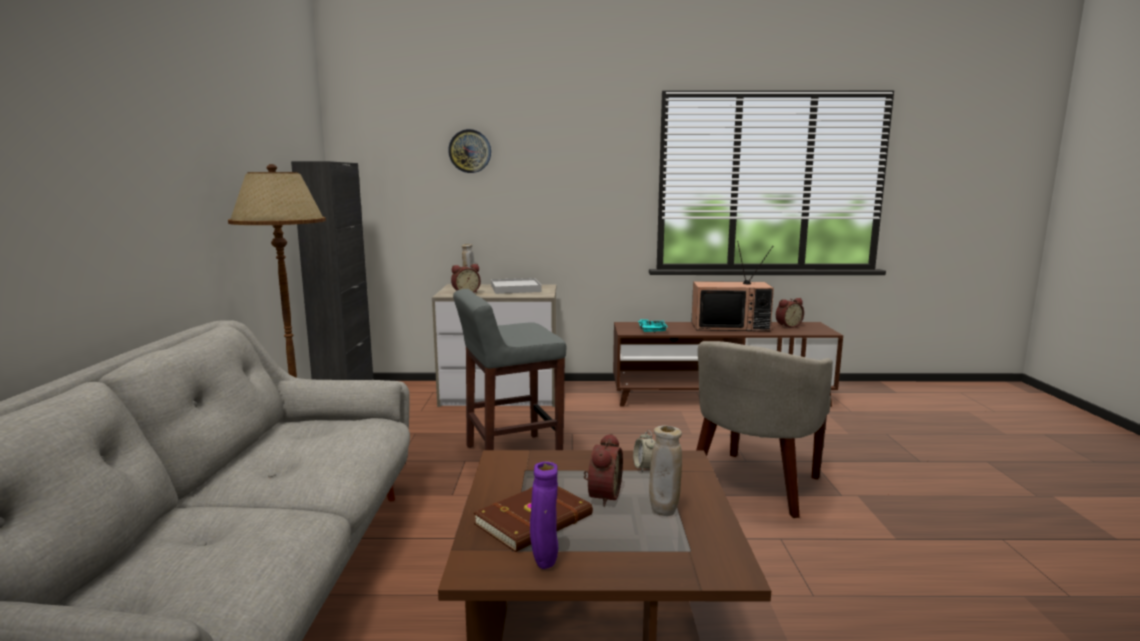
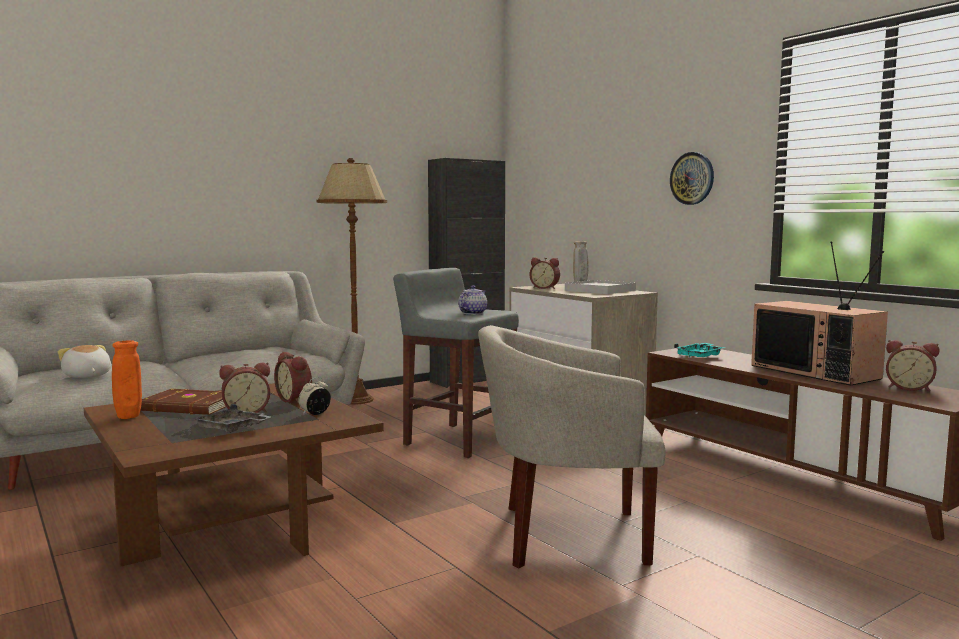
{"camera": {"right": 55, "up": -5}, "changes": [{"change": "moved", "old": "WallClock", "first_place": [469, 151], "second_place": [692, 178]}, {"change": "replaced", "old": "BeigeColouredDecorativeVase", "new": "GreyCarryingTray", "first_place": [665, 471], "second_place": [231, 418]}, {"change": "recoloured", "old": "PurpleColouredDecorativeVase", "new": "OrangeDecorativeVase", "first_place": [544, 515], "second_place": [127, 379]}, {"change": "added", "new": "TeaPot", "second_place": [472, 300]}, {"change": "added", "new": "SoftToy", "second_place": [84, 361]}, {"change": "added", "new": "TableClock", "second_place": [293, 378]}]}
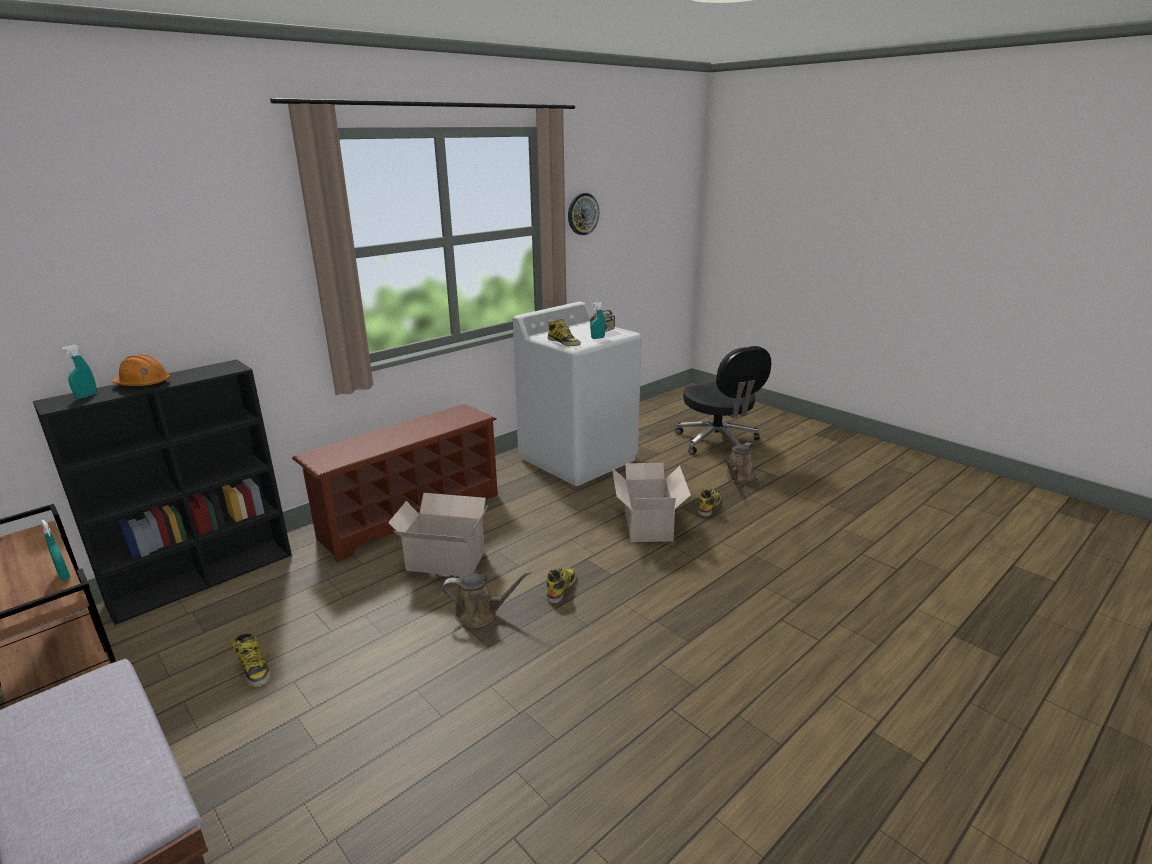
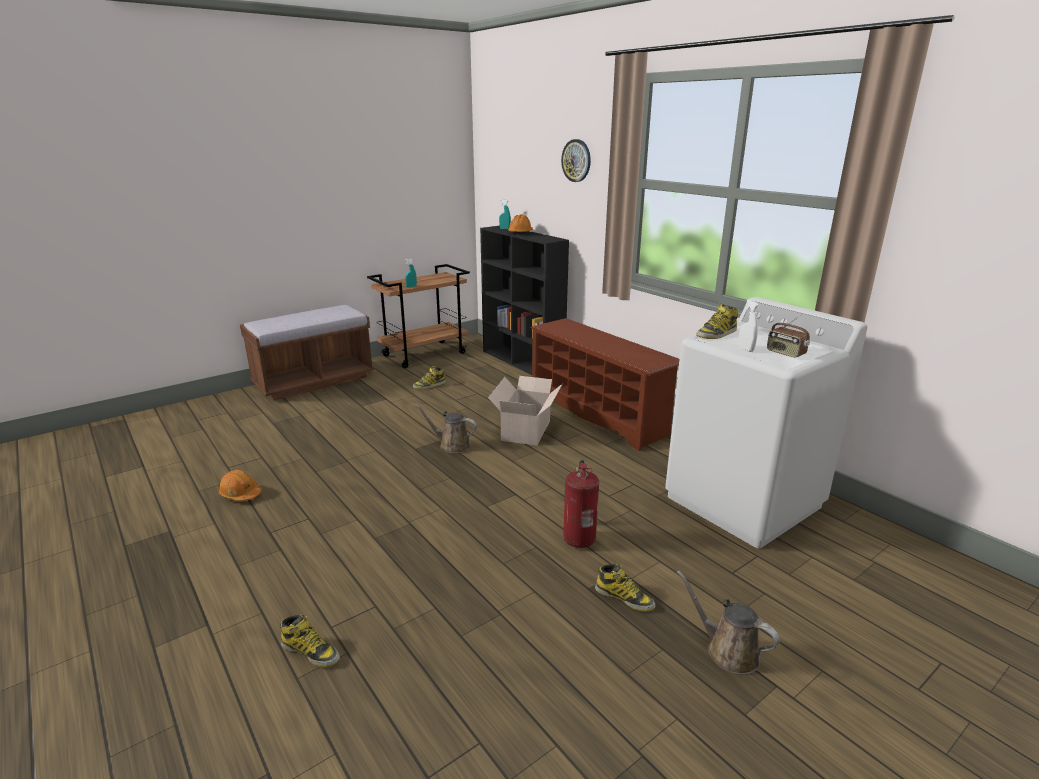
{"camera": {"right": 95, "up": 0}, "changes": [{"change": "moved", "old": "WallClock", "first_place": [583, 214], "second_place": [576, 160]}, {"change": "recoloured", "old": "BlueGreenSprayer", "new": "WhiteSprayer", "first_place": [598, 320], "second_place": [748, 325]}, {"change": "removed", "old": "BlackColouredOfficeChair", "first_place": [723, 400]}, {"change": "replaced", "old": "CardboardBox", "new": "FireFightingCylinder", "first_place": [651, 502], "second_place": [581, 504]}, {"change": "moved", "old": "TallBoot", "first_place": [561, 585], "second_place": [310, 640]}, {"change": "turned", "old": "BrownishWateringPot", "first_place": [487, 599], "second_place": [446, 428], "degrees": 105}, {"change": "added", "new": "OrangeHardHat", "second_place": [239, 485]}]}
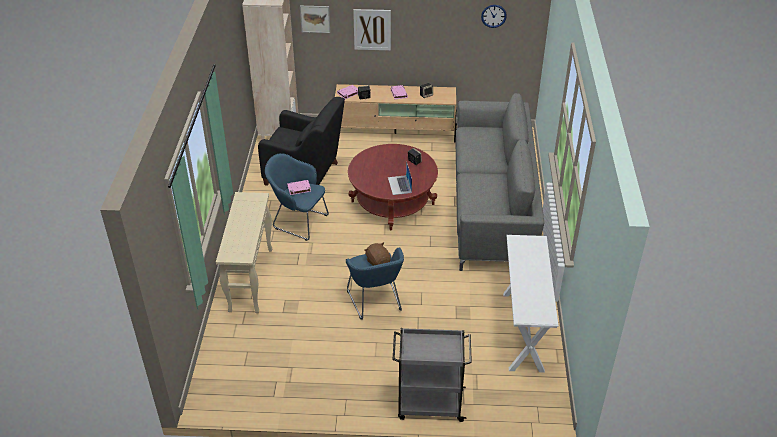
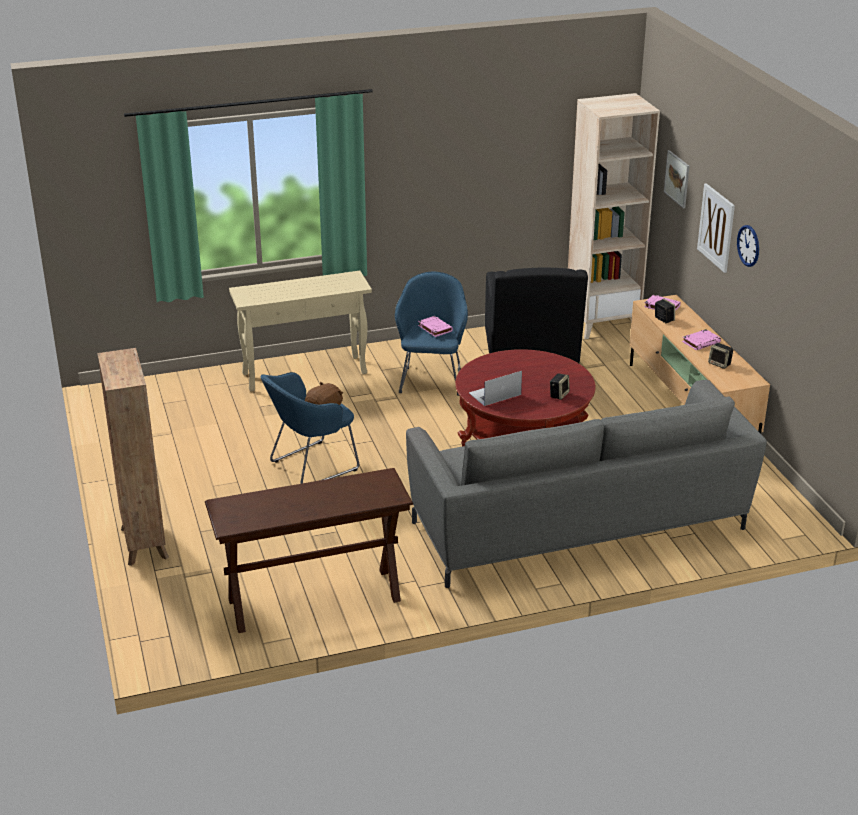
{"camera": {"right": 70, "up": -10}, "changes": [{"change": "moved", "old": "WallClock", "first_place": [494, 16], "second_place": [748, 246]}, {"change": "recoloured", "old": "WhiteNarrowTable", "new": "BrownishNarrowTable", "first_place": [530, 304], "second_place": [309, 550]}, {"change": "replaced", "old": "GreyWheeledCart", "new": "BrownishShelvingUnit", "first_place": [432, 375], "second_place": [133, 457]}]}
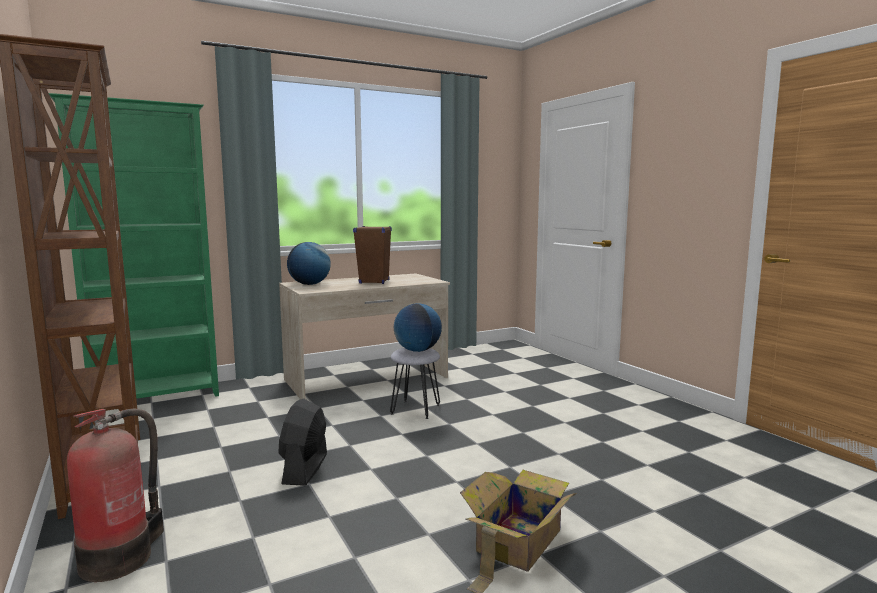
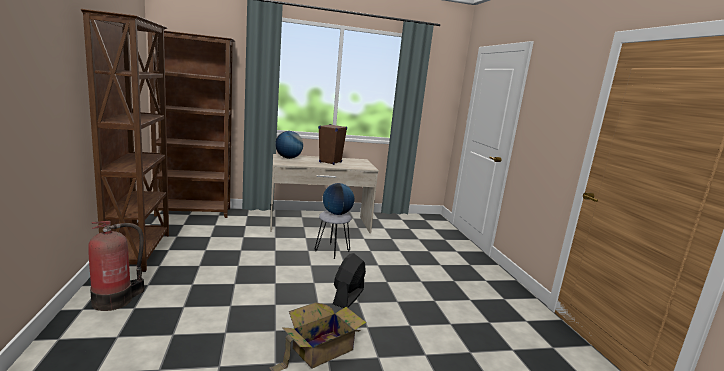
{"camera": {"right": 15, "up": 5}, "changes": [{"change": "recoloured", "old": "GreenShelvingUnit", "new": "BrownishShelvingUnit", "first_place": [134, 246], "second_place": [191, 124]}, {"change": "moved", "old": "BlackColouredFan", "first_place": [303, 442], "second_place": [349, 280]}]}
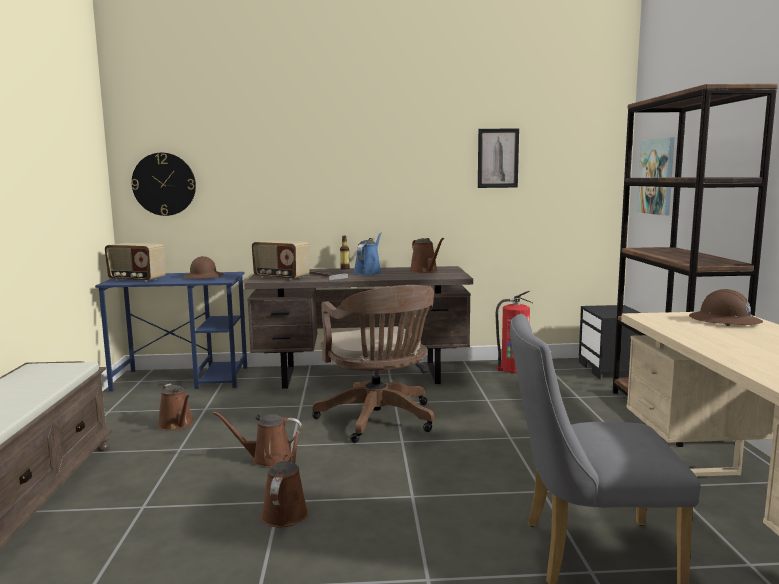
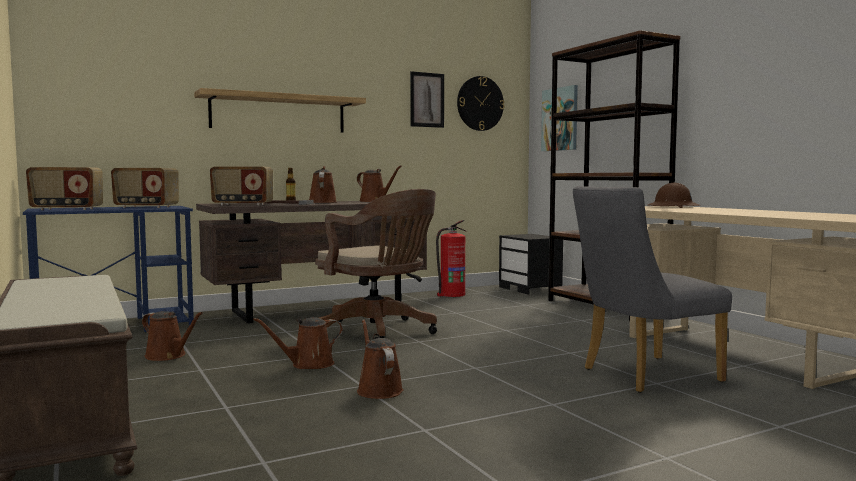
{"camera": {"right": -25, "up": -5}, "changes": [{"change": "moved", "old": "WallClock", "first_place": [163, 184], "second_place": [480, 103]}, {"change": "recoloured", "old": "BlueWateringPot", "new": "BrownishWateringPot", "first_place": [367, 254], "second_place": [323, 184]}, {"change": "replaced", "old": "BrownishHardHat", "new": "RadioReceiver", "first_place": [203, 267], "second_place": [145, 188]}, {"change": "added", "new": "BracketShelf", "second_place": [280, 110]}]}
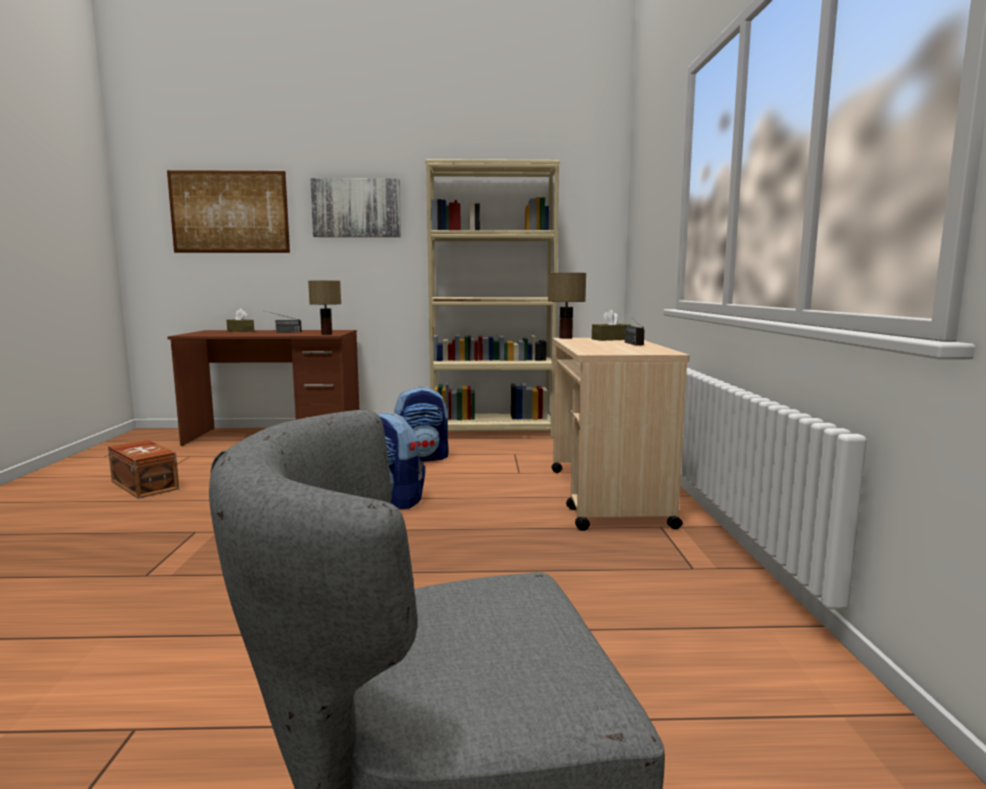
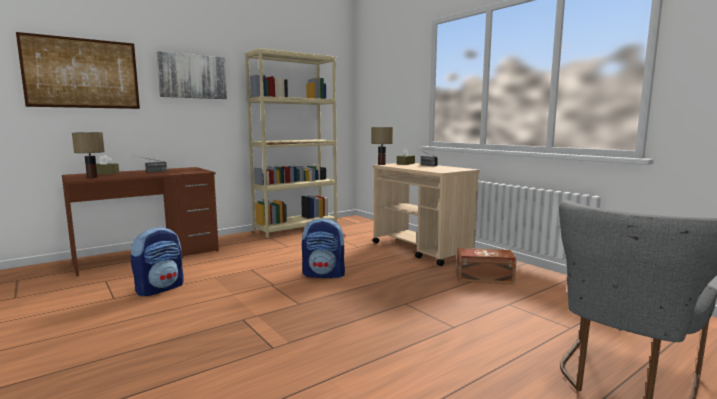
{"camera": {"right": -35, "up": 0}, "changes": [{"change": "moved", "old": "TabletopLamp", "first_place": [324, 308], "second_place": [88, 155]}, {"change": "moved", "old": "Knapsack", "first_place": [421, 424], "second_place": [157, 261]}, {"change": "moved", "old": "BrownishStorageBox", "first_place": [143, 469], "second_place": [486, 266]}]}
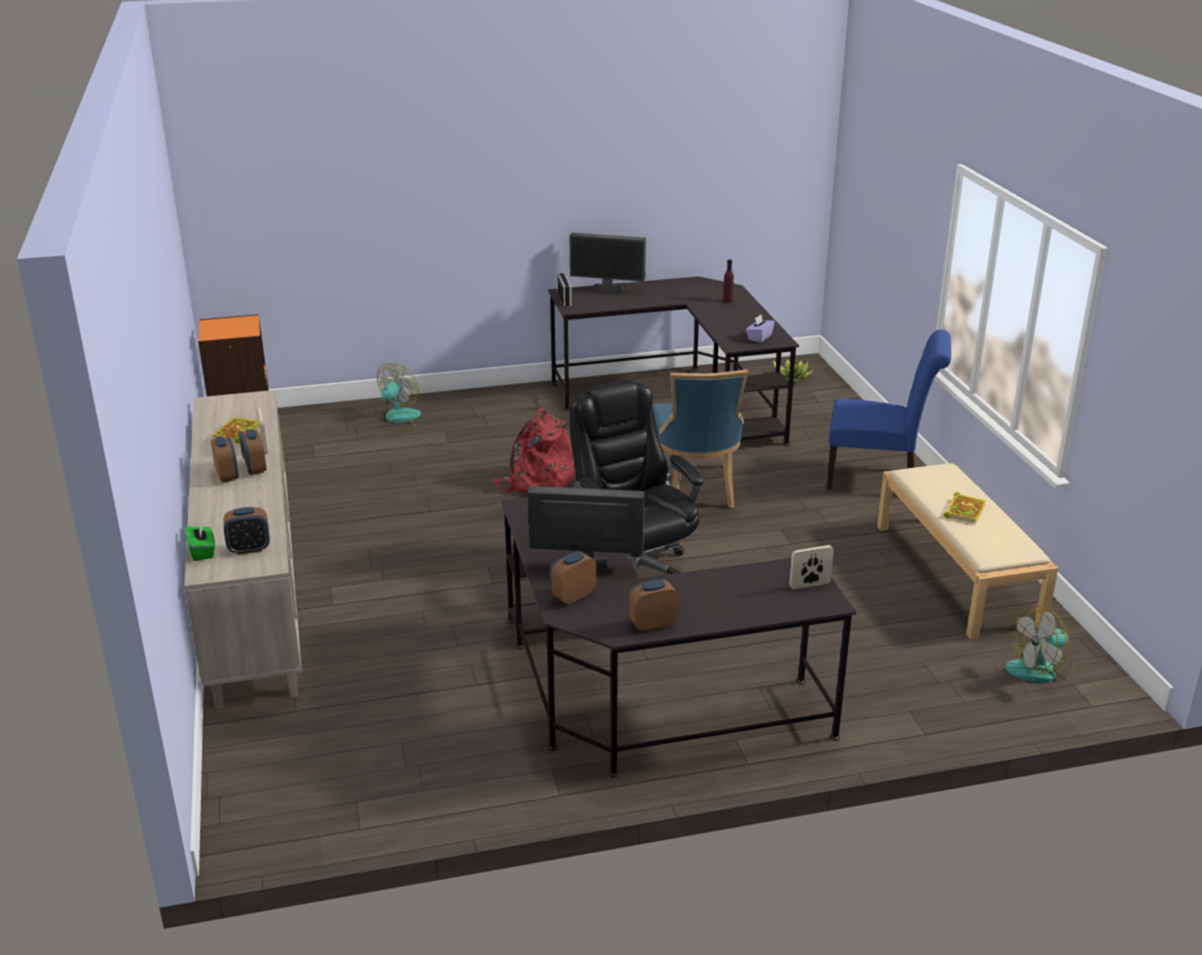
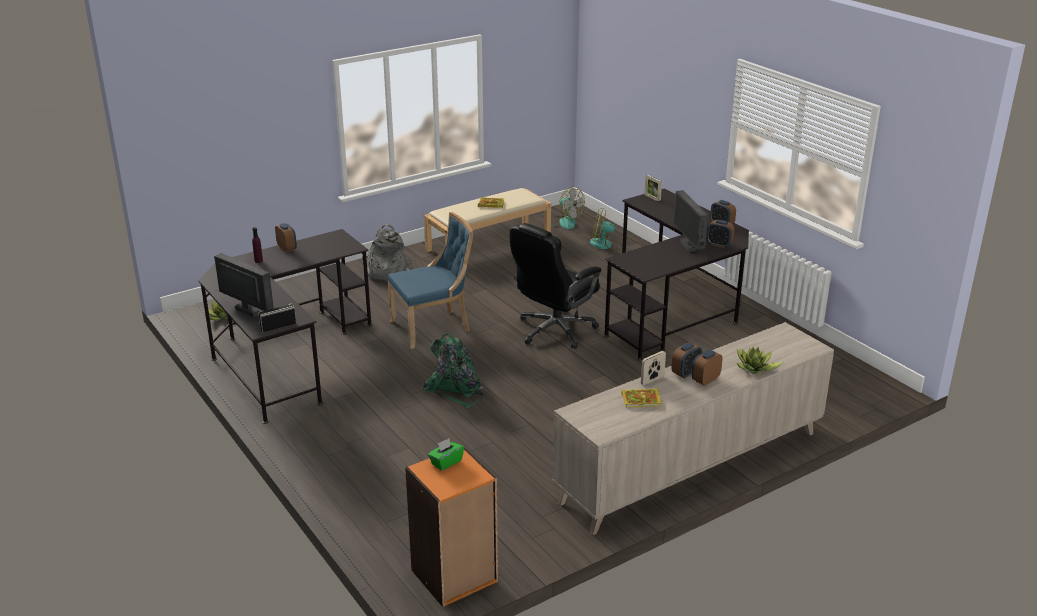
{"camera": {"right": -110, "up": 0}, "changes": [{"change": "turned", "old": "Monitor", "first_place": [607, 263], "second_place": [244, 285], "degrees": -45}, {"change": "removed", "old": "PurpleColouredTissueHolder", "first_place": [760, 328]}, {"change": "replaced", "old": "BluePlainChair", "new": "GreyKnapsack", "first_place": [889, 410], "second_place": [387, 252]}, {"change": "moved", "old": "Fan", "first_place": [398, 397], "second_place": [606, 229]}, {"change": "recoloured", "old": "RedKnapsack", "new": "GreenKnapsack", "first_place": [533, 450], "second_place": [453, 371]}, {"change": "moved", "old": "TableClock", "first_place": [246, 531], "second_place": [286, 237]}, {"change": "moved", "old": "GreenTissueHolder", "first_place": [200, 541], "second_place": [446, 454]}, {"change": "added", "new": "PottedPlant", "second_place": [759, 360]}]}
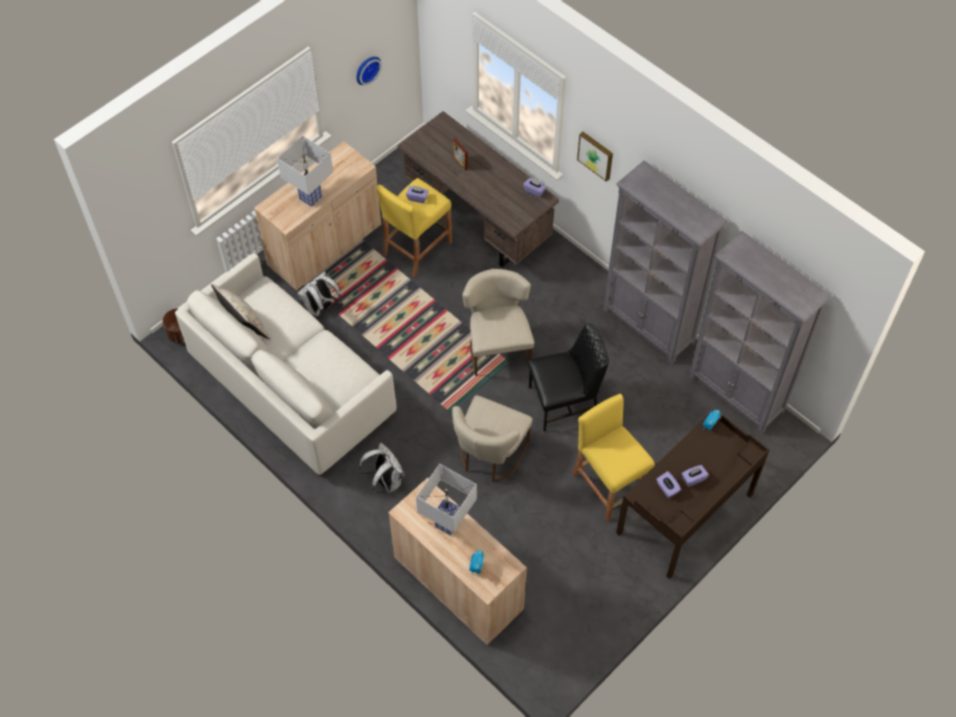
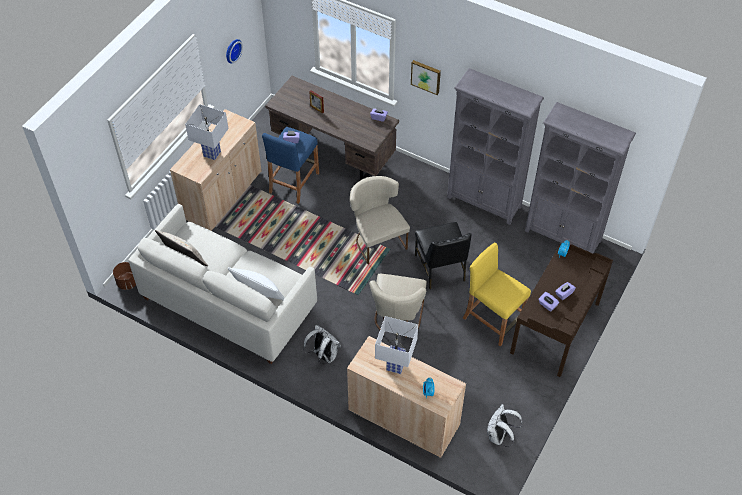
{"camera": {"right": -15, "up": -5}, "changes": [{"change": "recoloured", "old": "YellowishStool", "new": "BlueStool", "first_place": [414, 227], "second_place": [290, 165]}, {"change": "moved", "old": "WhiteKnapsack", "first_place": [319, 294], "second_place": [505, 425]}, {"change": "turned", "old": "BlackColouredPlainChair", "first_place": [568, 377], "second_place": [443, 255], "degrees": 105}, {"change": "added", "new": "WhitePillow", "second_place": [256, 283]}]}
